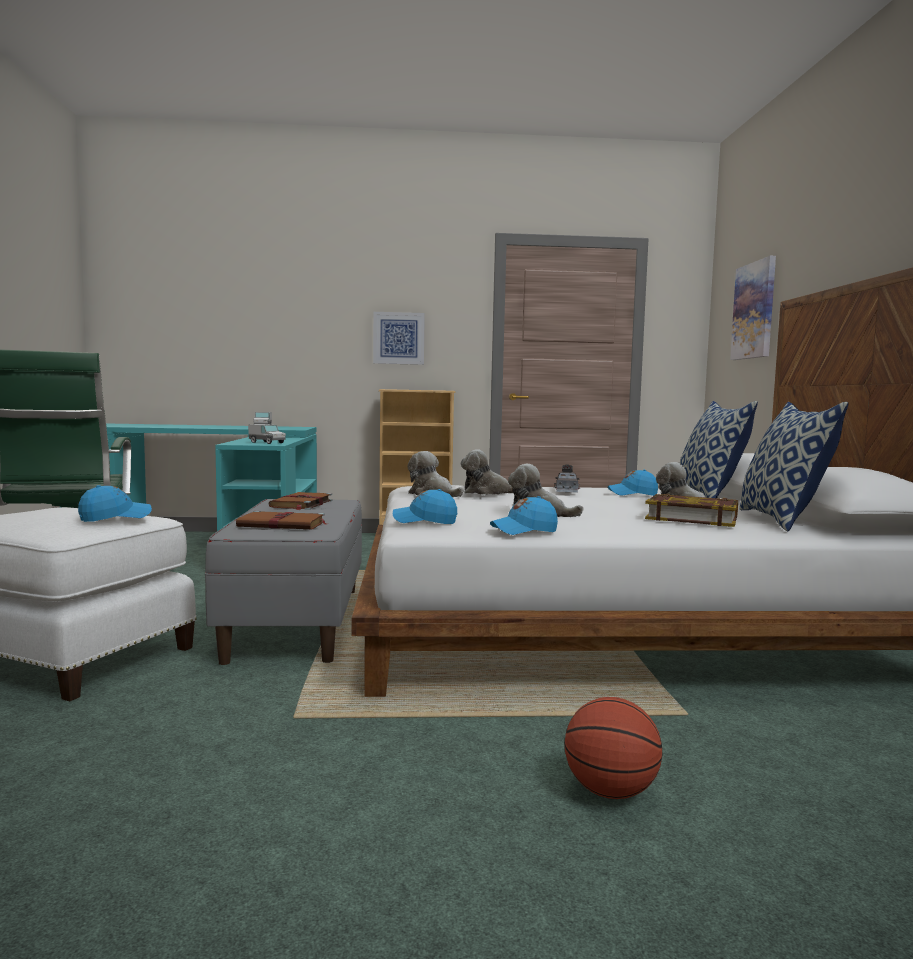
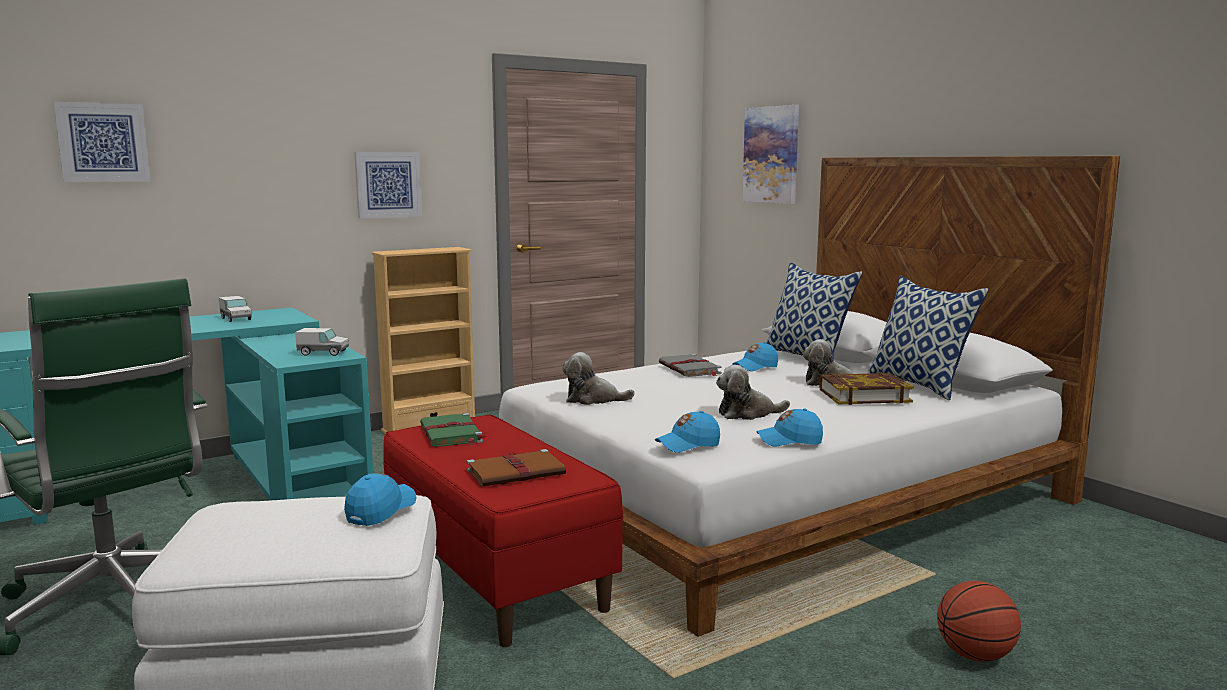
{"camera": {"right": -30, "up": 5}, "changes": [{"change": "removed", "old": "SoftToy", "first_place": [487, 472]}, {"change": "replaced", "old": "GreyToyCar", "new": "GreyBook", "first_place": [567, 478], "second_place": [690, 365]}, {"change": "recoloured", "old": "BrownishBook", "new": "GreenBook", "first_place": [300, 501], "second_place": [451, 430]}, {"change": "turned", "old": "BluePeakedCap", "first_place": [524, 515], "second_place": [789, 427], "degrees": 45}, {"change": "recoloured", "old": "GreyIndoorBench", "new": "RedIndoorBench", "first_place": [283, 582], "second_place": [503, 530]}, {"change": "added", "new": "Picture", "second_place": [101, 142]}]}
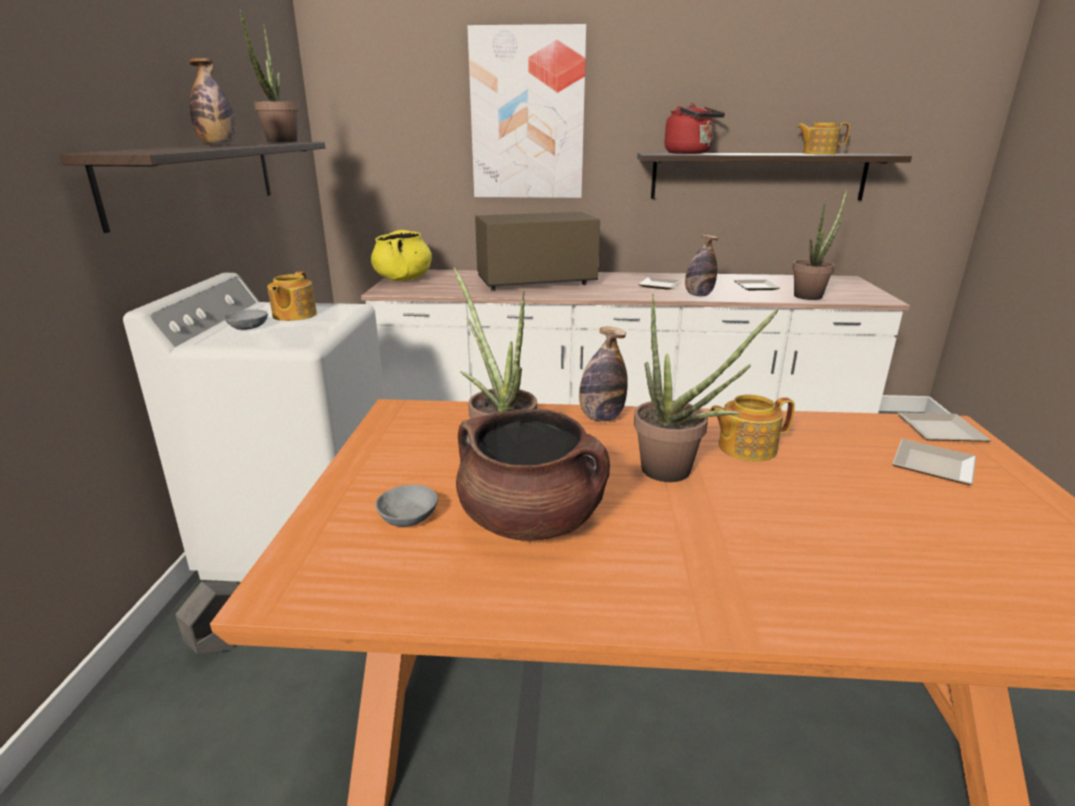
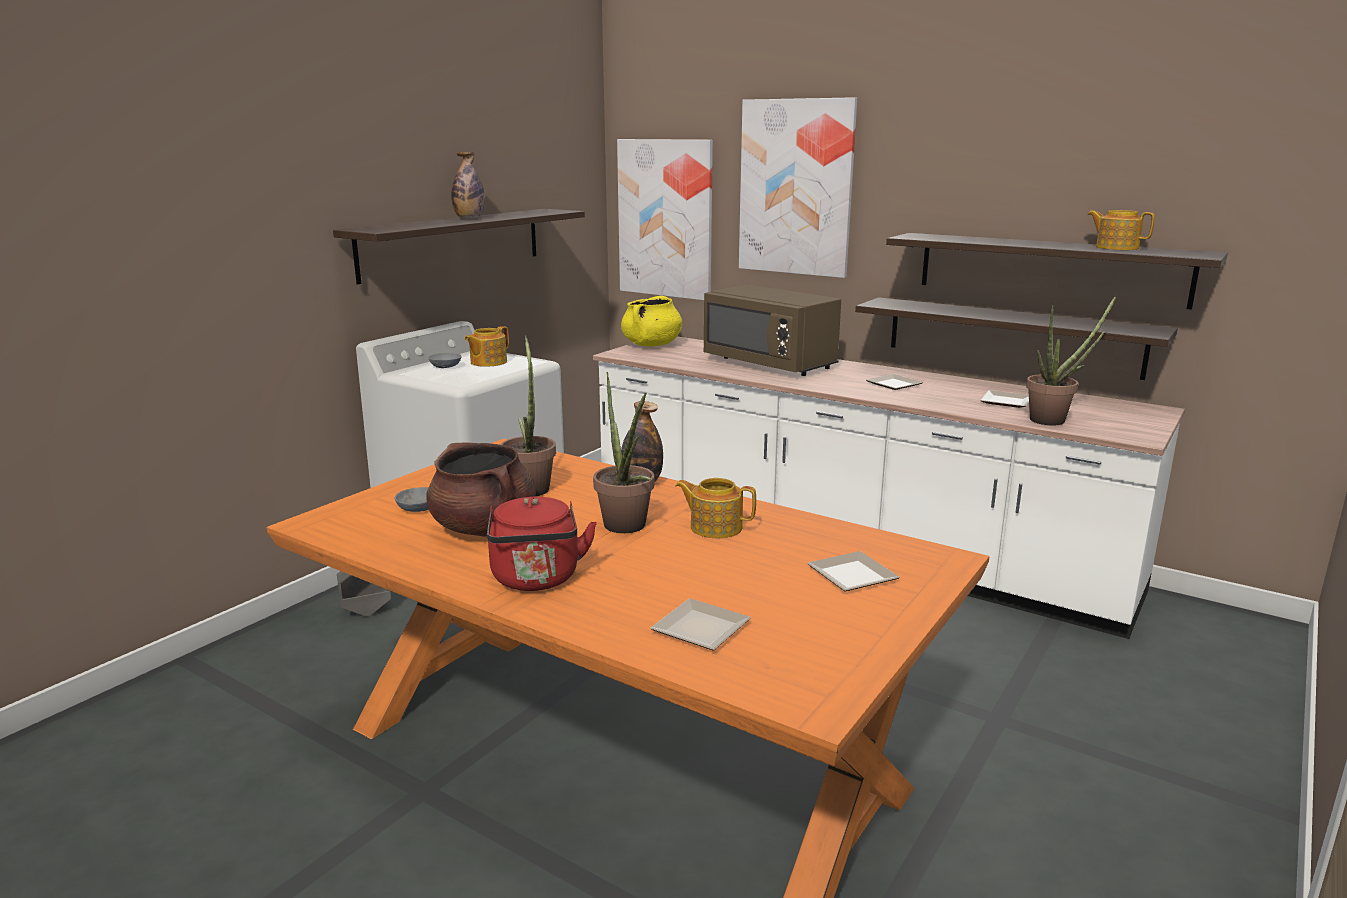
{"camera": {"right": 30, "up": -5}, "changes": [{"change": "removed", "old": "PottedPlant", "first_place": [269, 75]}, {"change": "moved", "old": "RedWaterKettle", "first_place": [694, 128], "second_place": [542, 544]}, {"change": "turned", "old": "BrownishMicrowaveOven", "first_place": [537, 251], "second_place": [772, 330], "degrees": -150}, {"change": "removed", "old": "DrinkBottle", "first_place": [701, 265]}, {"change": "moved", "old": "FlatDish", "first_place": [944, 427], "second_place": [700, 624]}, {"change": "added", "new": "Picture", "second_place": [665, 219]}, {"change": "added", "new": "BracketShelf", "second_place": [1016, 338]}]}
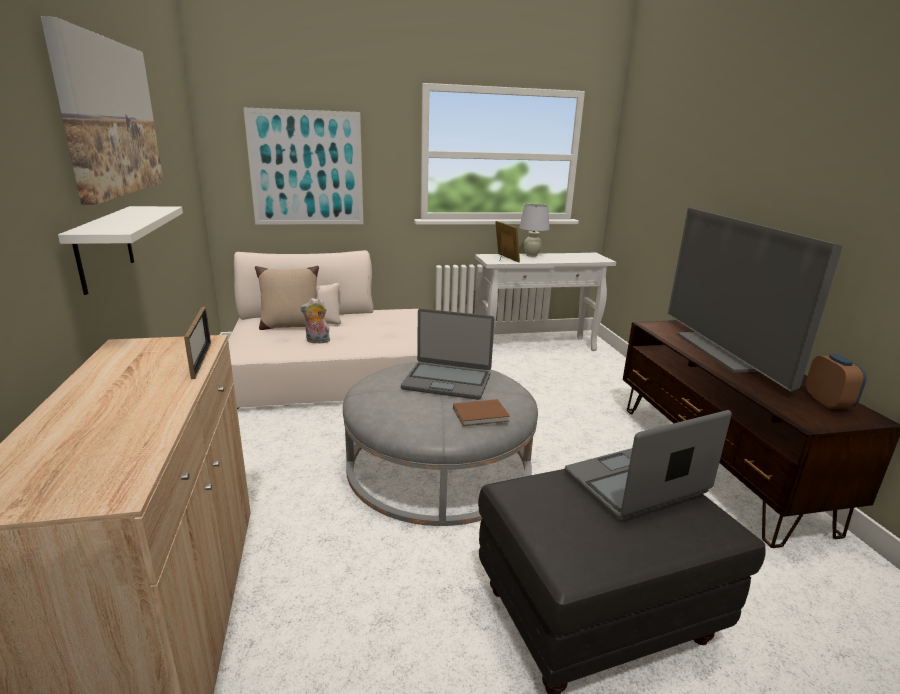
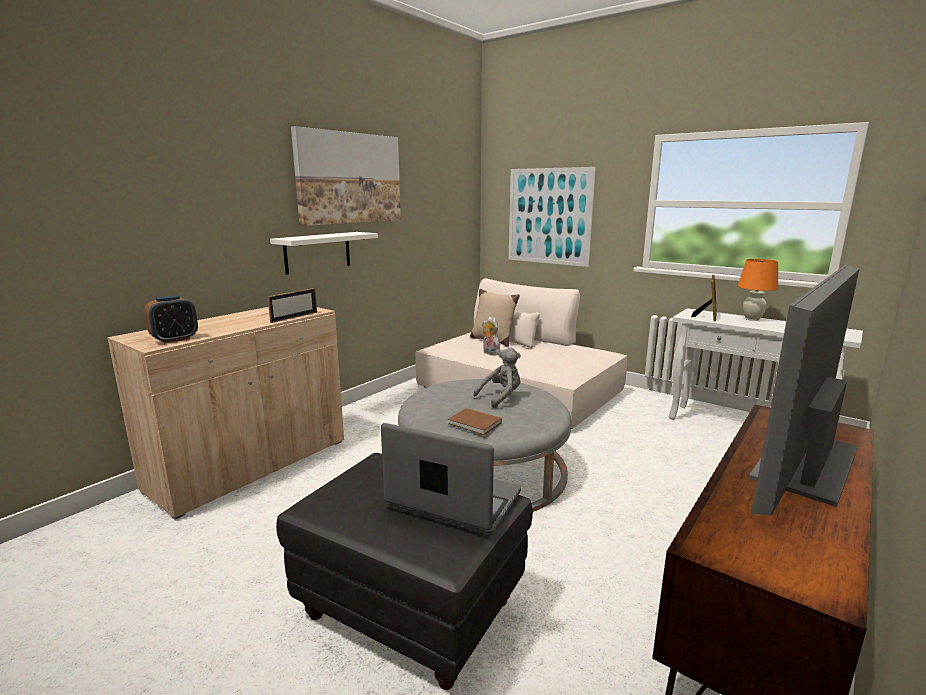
{"camera": {"right": 50, "up": -5}, "changes": [{"change": "recoloured", "old": "WhiteTabletopLamp", "new": "OrangeTabletopLamp", "first_place": [534, 230], "second_place": [758, 290]}, {"change": "replaced", "old": "Laptop", "new": "GreySoftToy", "first_place": [447, 354], "second_place": [497, 377]}, {"change": "moved", "old": "TableClock", "first_place": [836, 381], "second_place": [171, 319]}]}
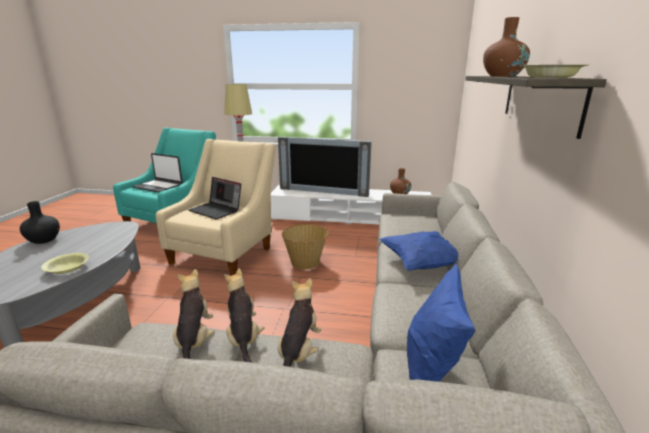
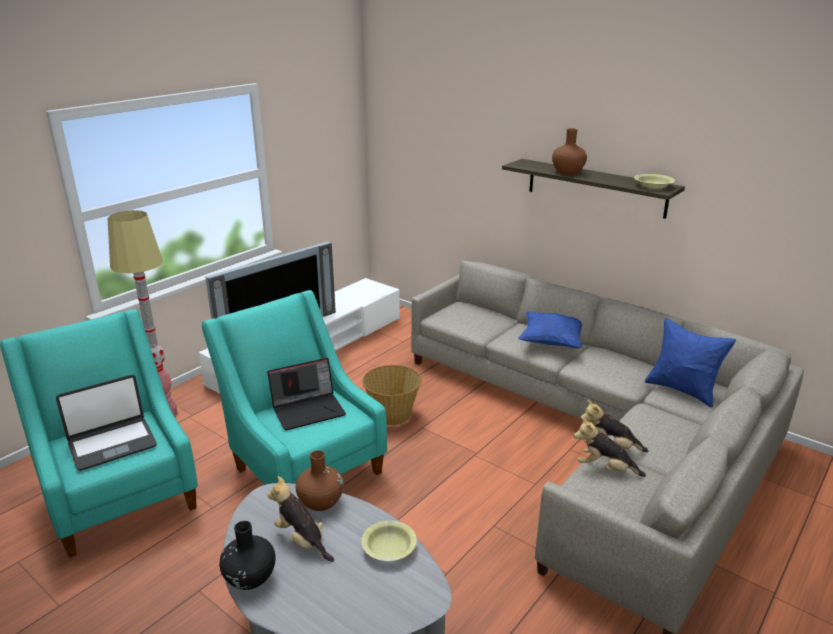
{"camera": {"right": -60, "up": 5}, "changes": [{"change": "recoloured", "old": "BeigeColouredArmchair", "new": "BlueGreenArmchair", "first_place": [216, 207], "second_place": [294, 387]}, {"change": "moved", "old": "BrownishDecorativeVase", "first_place": [400, 181], "second_place": [320, 480]}, {"change": "moved", "old": "SoftToy", "first_place": [300, 322], "second_place": [300, 519]}]}
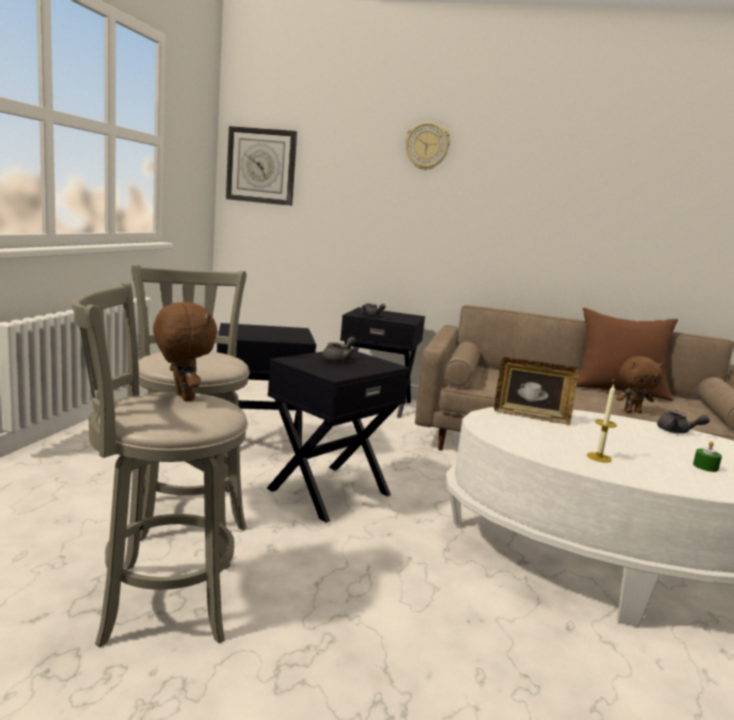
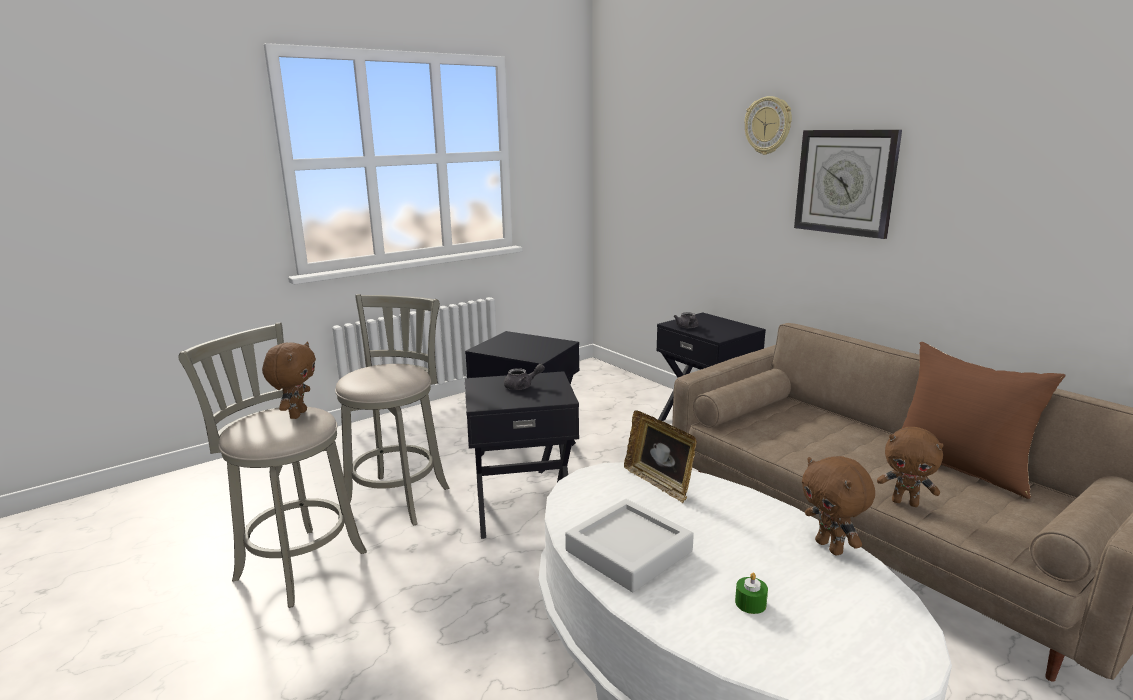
{"camera": {"right": 40, "up": 5}, "changes": [{"change": "moved", "old": "WallClock", "first_place": [261, 166], "second_place": [848, 184]}, {"change": "replaced", "old": "WaxLight", "new": "GreyCarryingTray", "first_place": [602, 424], "second_place": [629, 545]}, {"change": "replaced", "old": "GreyTeaPot", "new": "BrownishSoftToy", "first_place": [683, 421], "second_place": [838, 505]}]}
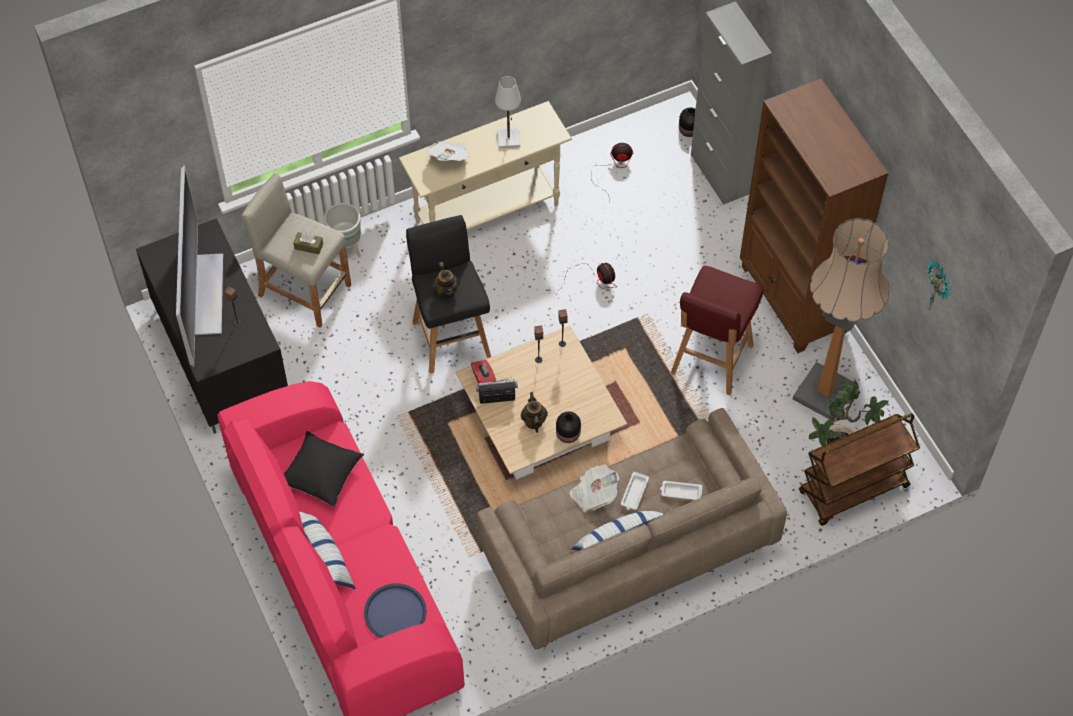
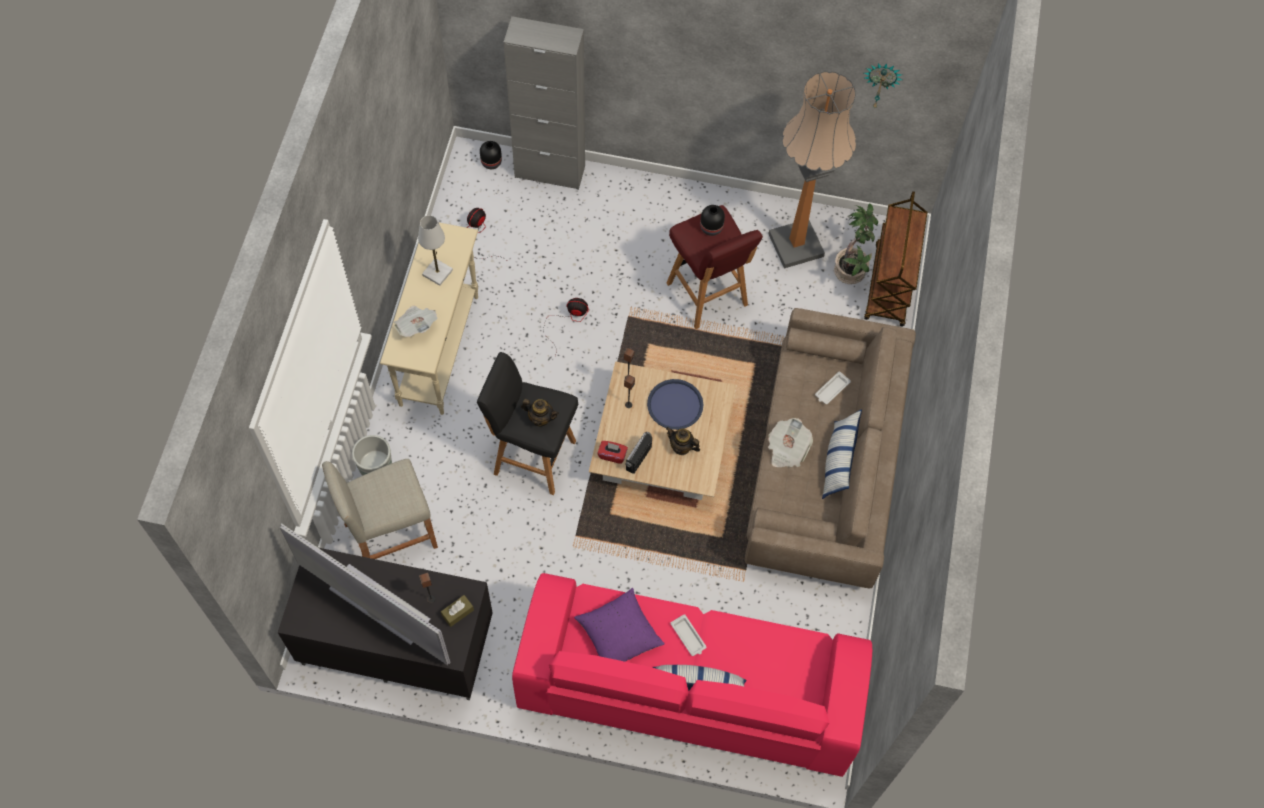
{"camera": {"right": -55, "up": 5}, "changes": [{"change": "removed", "old": "BrownishShelvingUnit", "first_place": [814, 216]}, {"change": "moved", "old": "BrownishTissueHolder", "first_place": [308, 243], "second_place": [457, 611]}, {"change": "moved", "old": "BlackColouredDecorativeVase", "first_place": [568, 427], "second_place": [712, 220]}, {"change": "recoloured", "old": "BlackColouredPillow", "new": "PurpleColouredPillow", "first_place": [324, 469], "second_place": [619, 625]}, {"change": "moved", "old": "WhiteCarryingTray", "first_place": [635, 491], "second_place": [688, 635]}, {"change": "moved", "old": "BlueCarryingTray", "first_place": [395, 610], "second_place": [675, 404]}]}
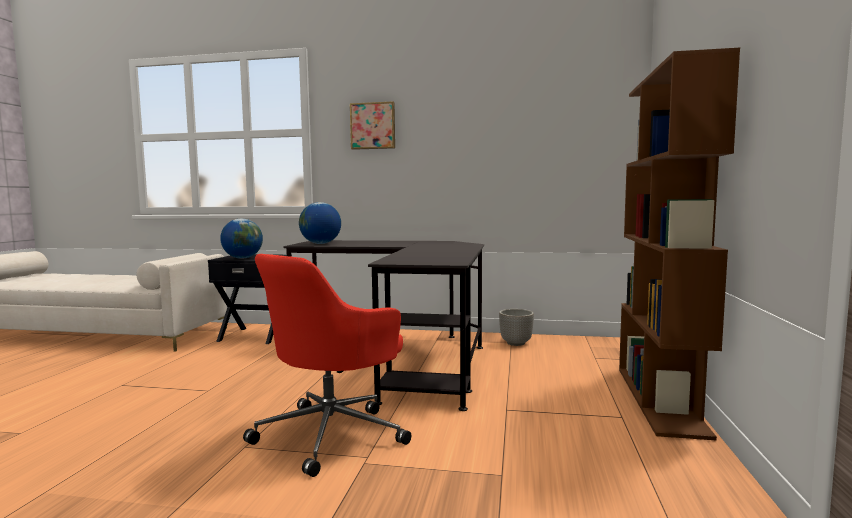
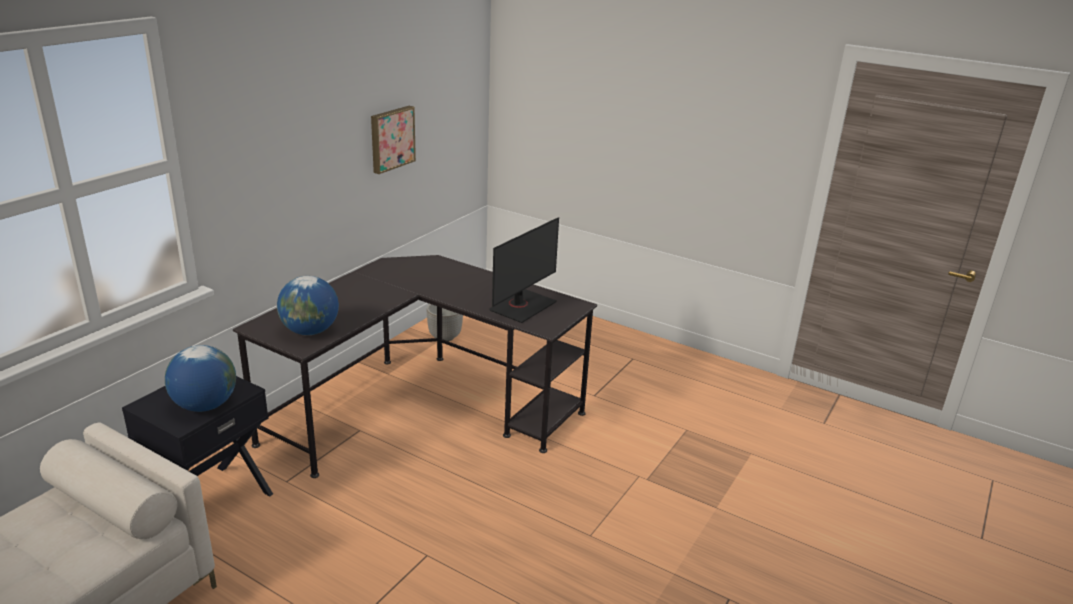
{"camera": {"right": -70, "up": 20}, "changes": [{"change": "removed", "old": "BrownishShelvingUnit", "first_place": [679, 244]}, {"change": "moved", "old": "Picture", "first_place": [372, 125], "second_place": [393, 140]}, {"change": "removed", "old": "RedOfficeChair", "first_place": [327, 365]}, {"change": "added", "new": "Monitor", "second_place": [524, 270]}]}
